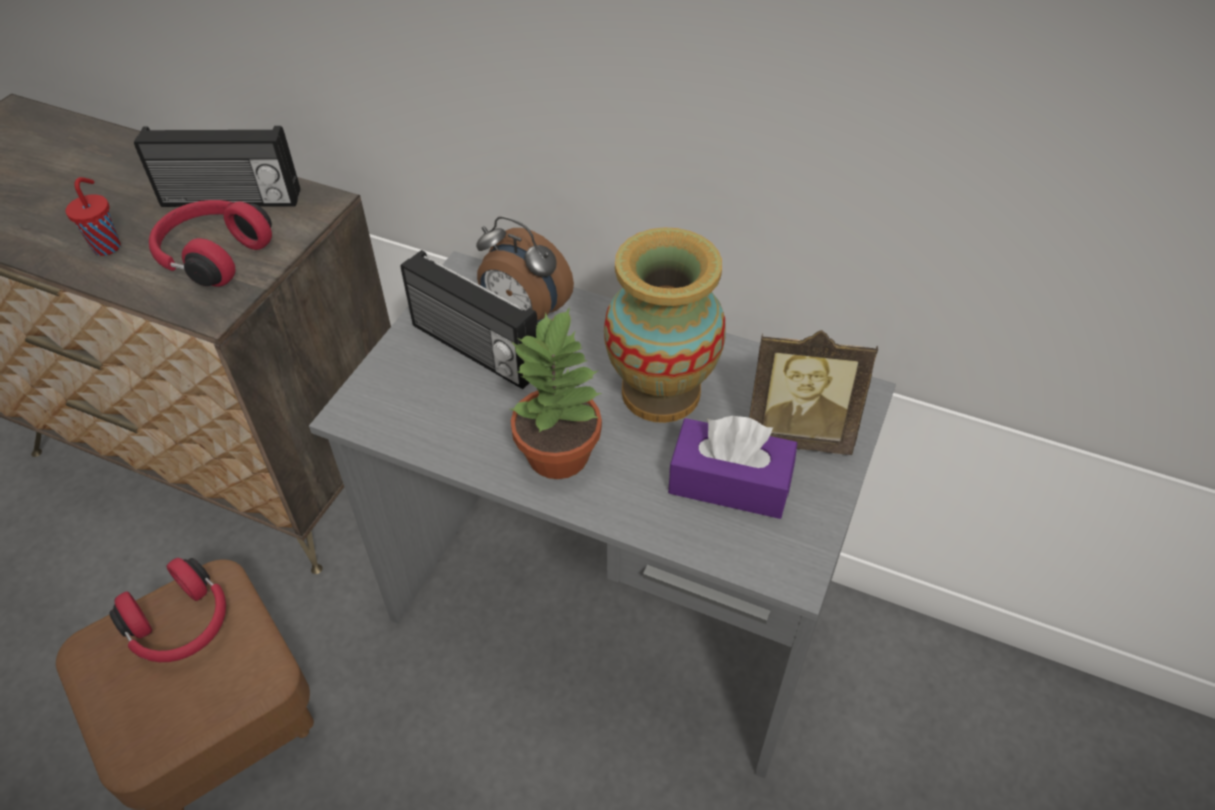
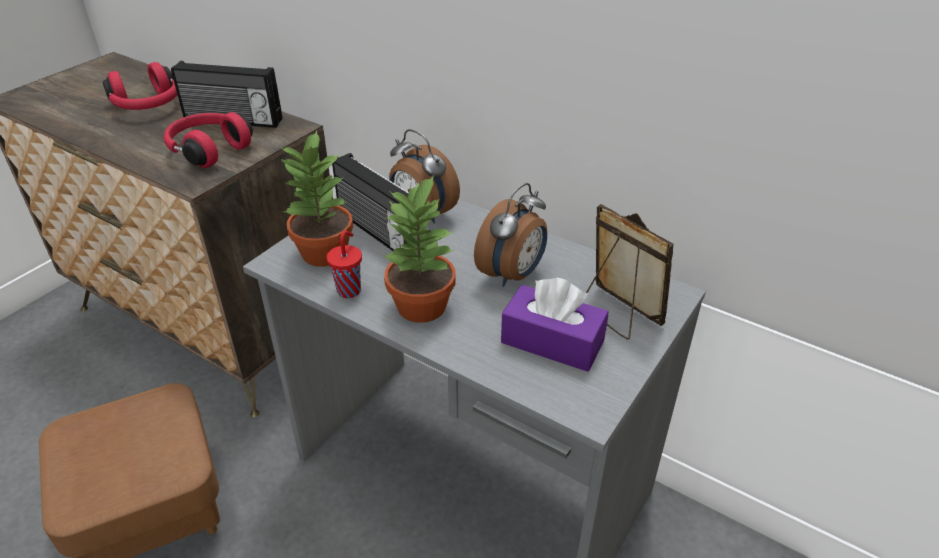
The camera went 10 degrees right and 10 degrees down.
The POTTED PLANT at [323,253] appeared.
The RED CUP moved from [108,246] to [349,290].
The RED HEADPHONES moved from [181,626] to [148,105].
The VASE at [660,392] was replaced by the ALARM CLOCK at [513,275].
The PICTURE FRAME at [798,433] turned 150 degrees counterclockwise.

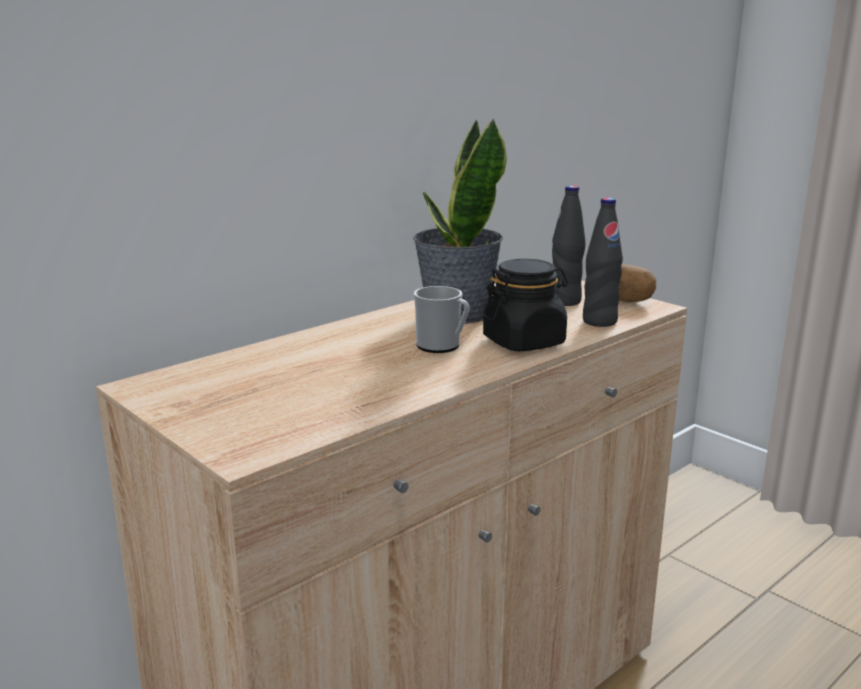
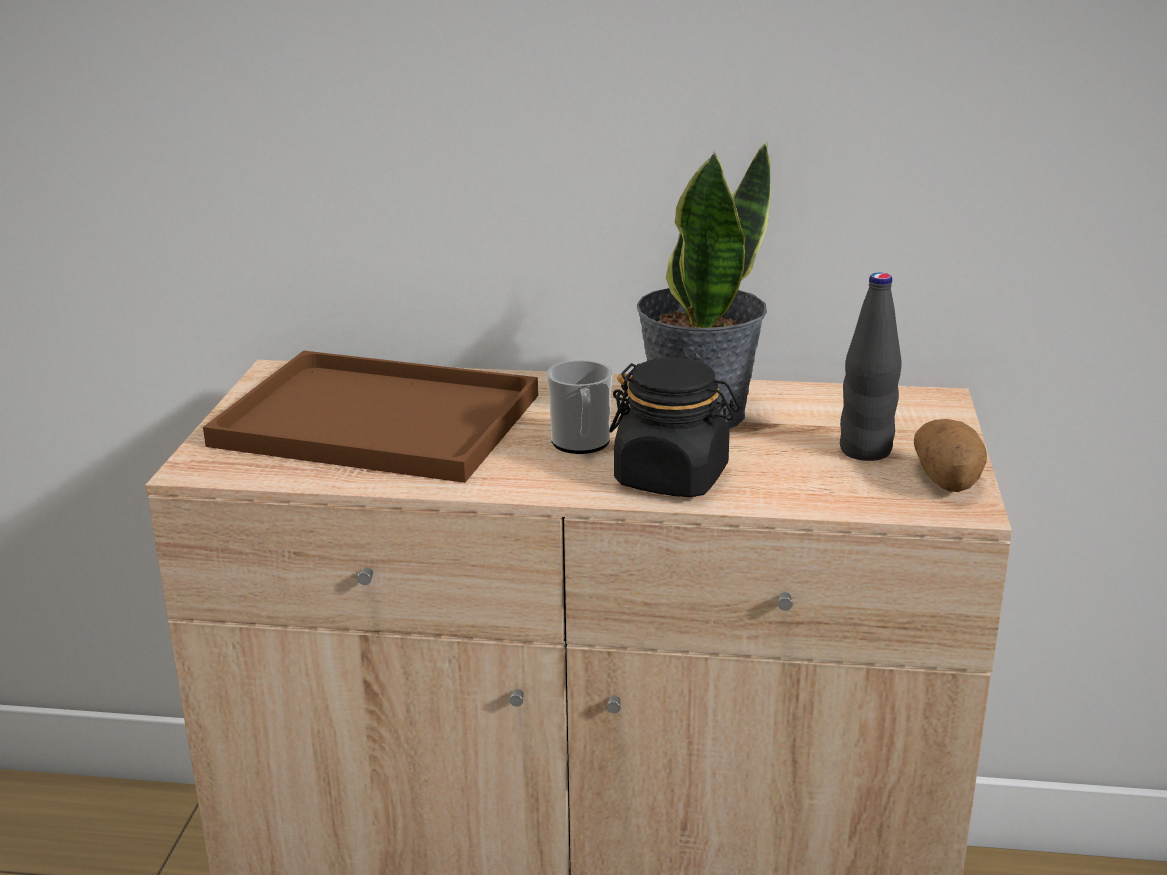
The camera went 50 degrees right and 5 degrees up.
The BLACK BOTTLE at [599,321] disappeared.
The BROWN TRAY at [384,419] appeared.

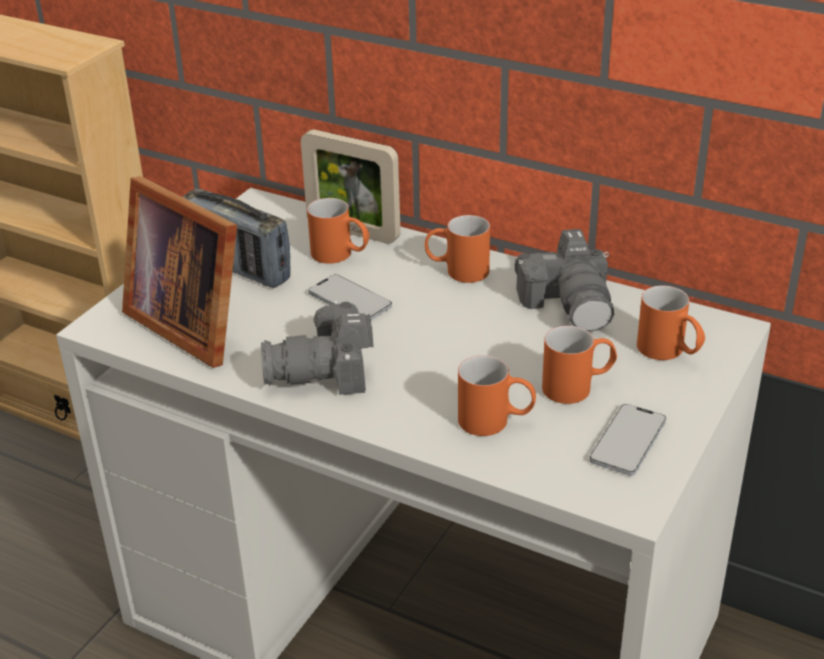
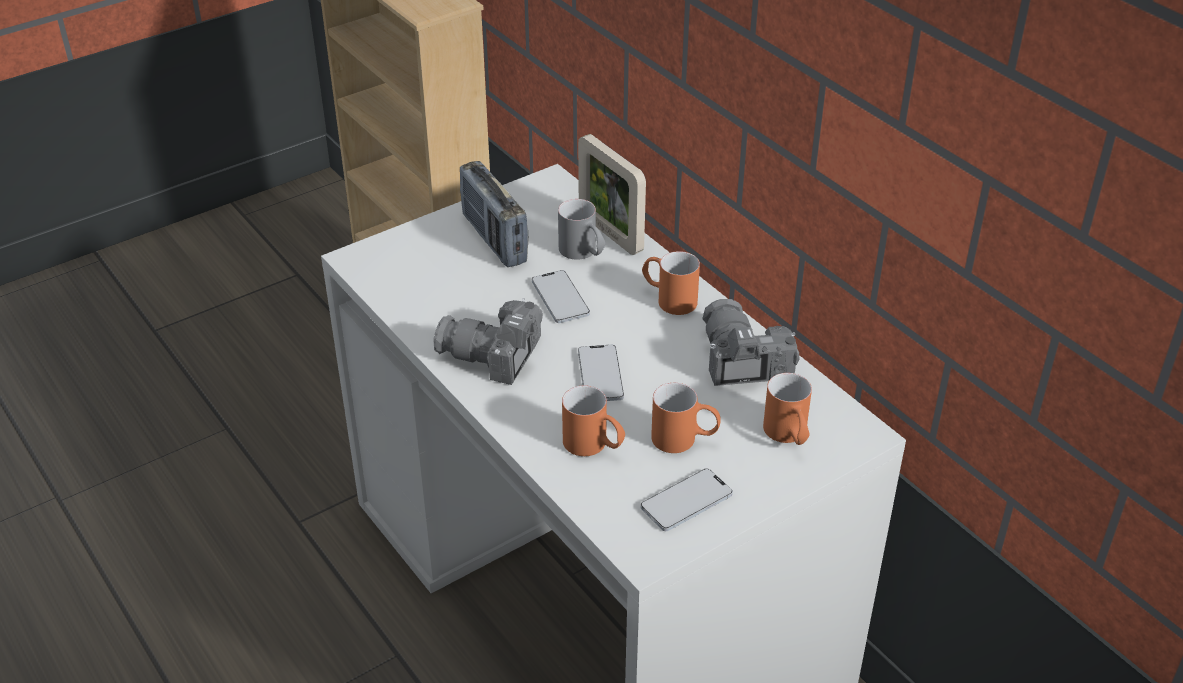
The camera went 25 degrees right and 5 degrees up.
The PICTURE FRAME at [191,323] disappeared.
The PHONE at [600,375] appeared.
The ORANGE MUG at [340,255] became the GREY MUG at [583,253].
The PHOTO CAMERA at [570,304] turned 150 degrees clockwise.

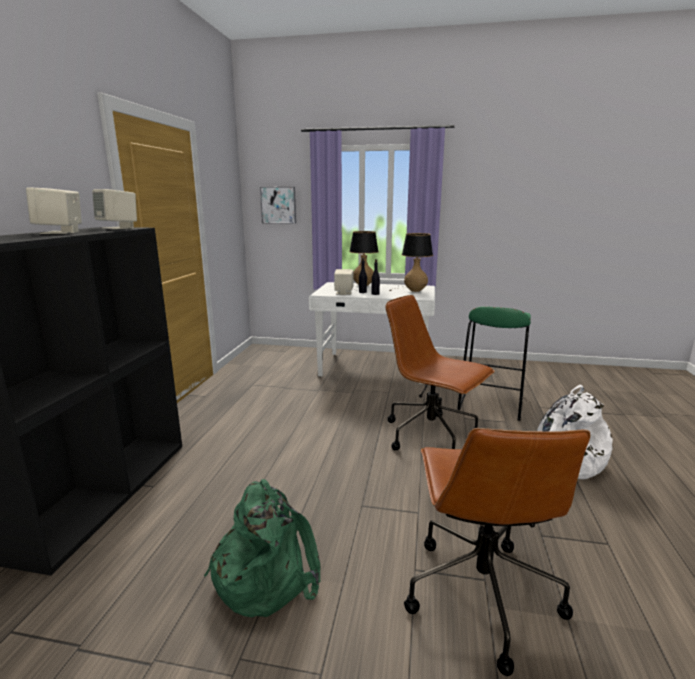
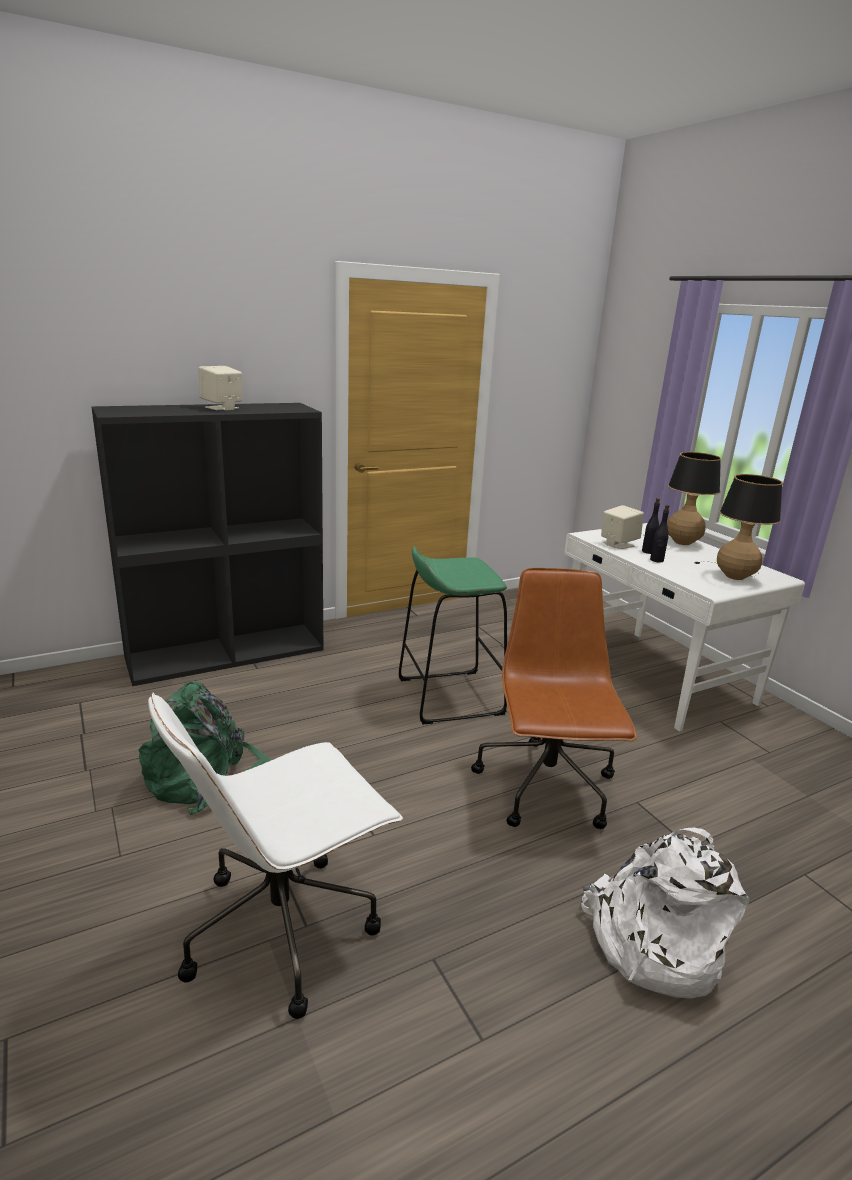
The camera went 50 degrees right and 5 degrees up.
The BEIGE SPEAKER at [118,228] disappeared.
The PICTURE at [278,205] disappeared.
The GREEN STOOL moved from [490,403] to [449,696].
The BROWN OFFICE CHAIR at [480,592] became the WHITE OFFICE CHAIR at [283,927].

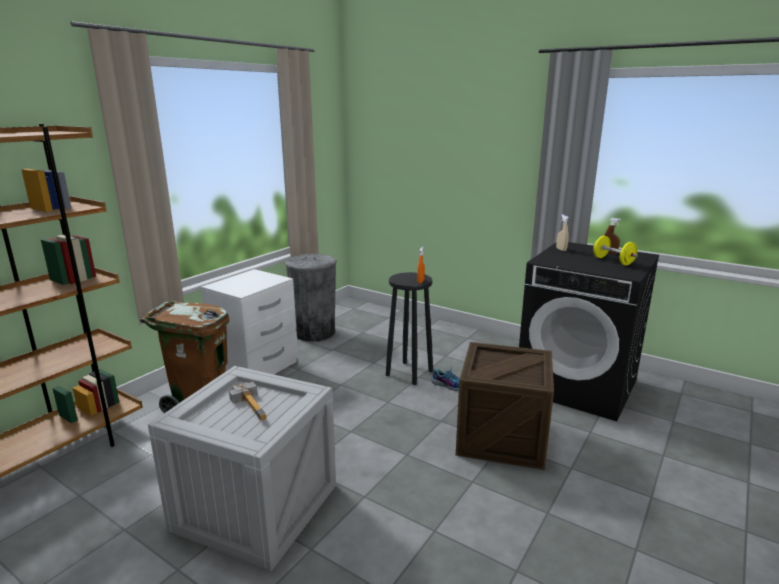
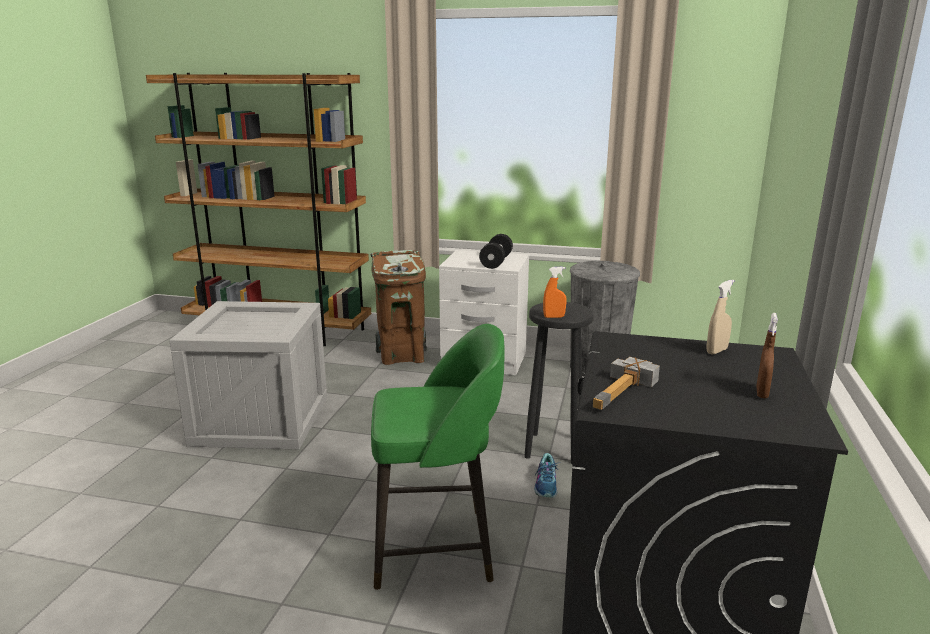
The camera went 70 degrees right and 0 degrees up.
The YELLOW DUMBBELL at [613,261] disappeared.
The BLACK DUMBBELL at [496,262] appeared.
The HAMMER moved from [254,405] to [626,393].
The CRATE at [501,437] was replaced by the GREEN STOOL at [436,547].

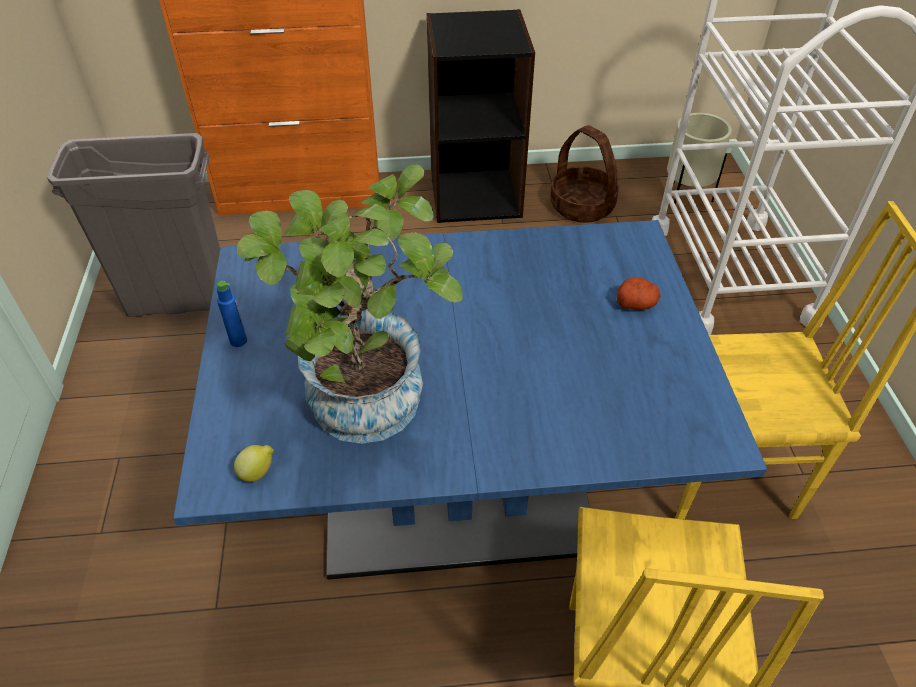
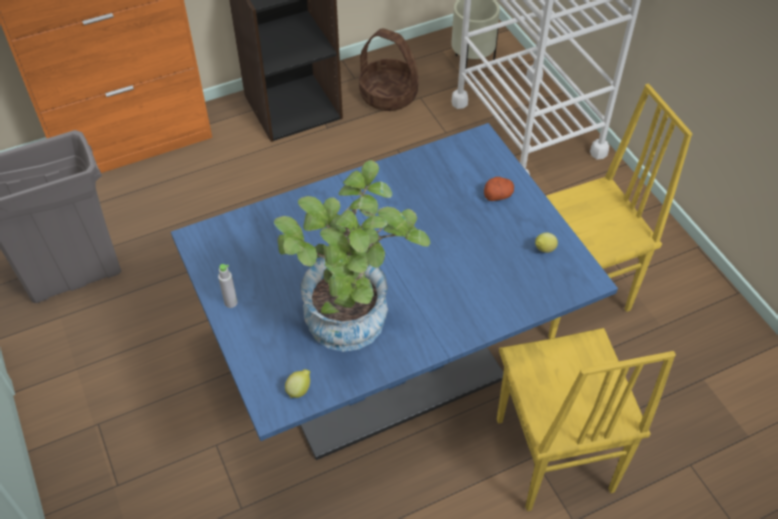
The camera went 20 degrees left and 5 degrees up.
The LEMON at [543,250] appeared.
The BLUE BOTTLE at [238,341] became the GREY BOTTLE at [231,302].

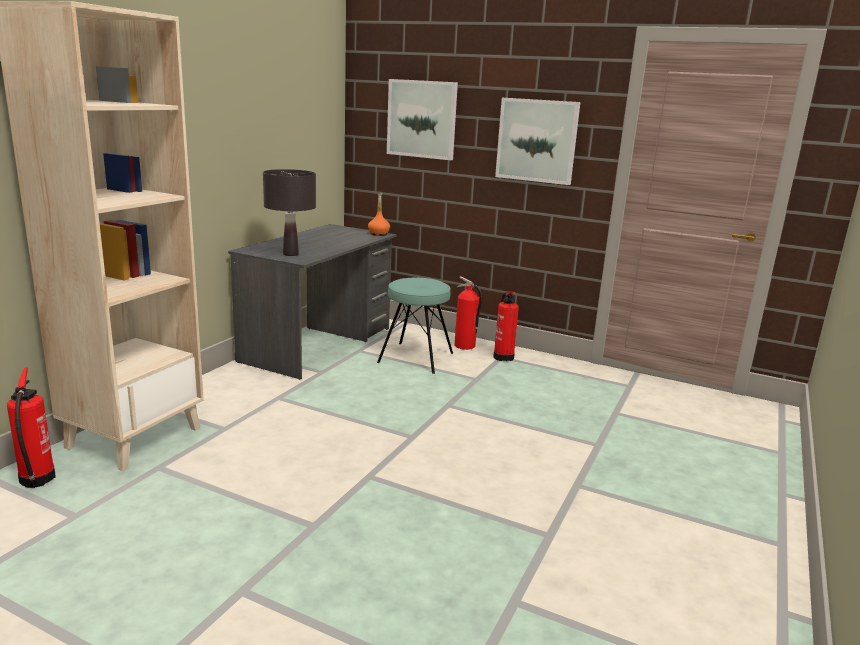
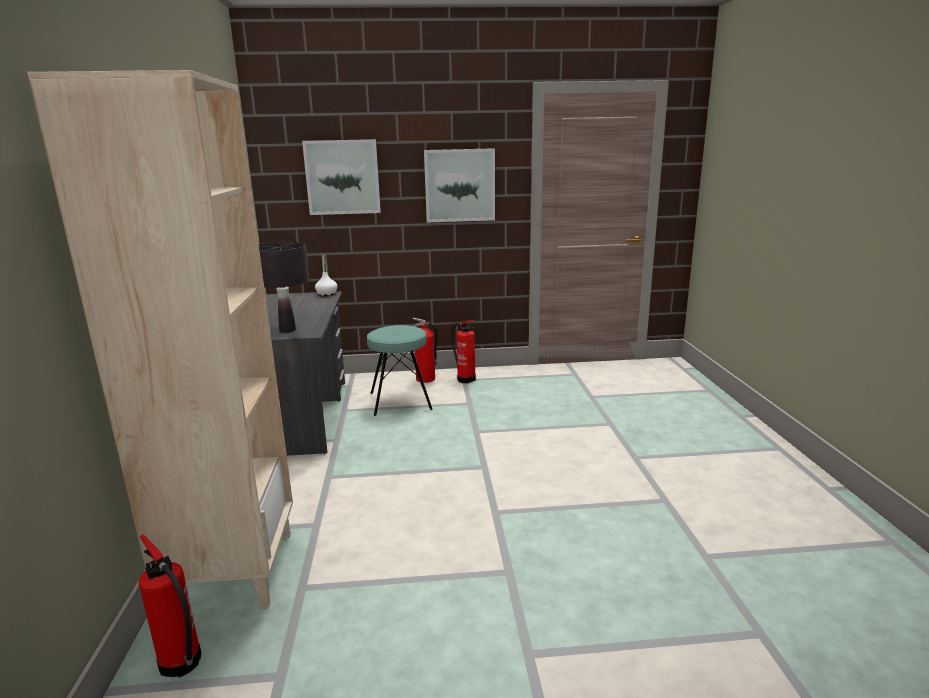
The camera went 30 degrees left and 0 degrees up.
The ORANGE BOTTLE at [378,234] became the WHITE BOTTLE at [327,294].

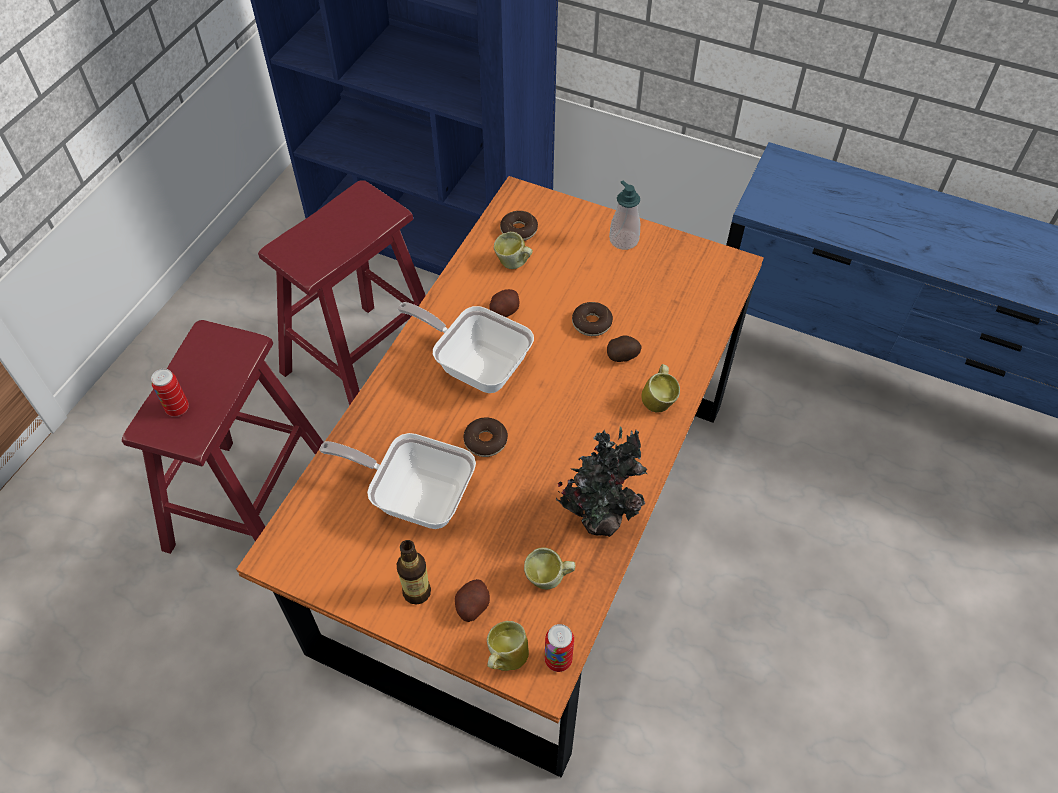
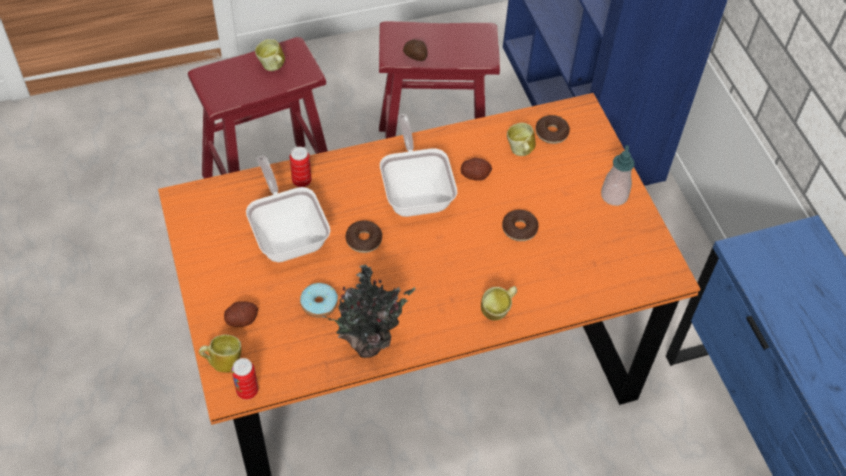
The camera went 45 degrees right and 0 degrees up.
The BOTTLE at [417,592] disappeared.
The DONUT at [319,304] appeared.
The CAN moved from [177,408] to [301,181].
The MUG moved from [549,579] to [272,67].
The POTATO moved from [623,356] to [416,56].

